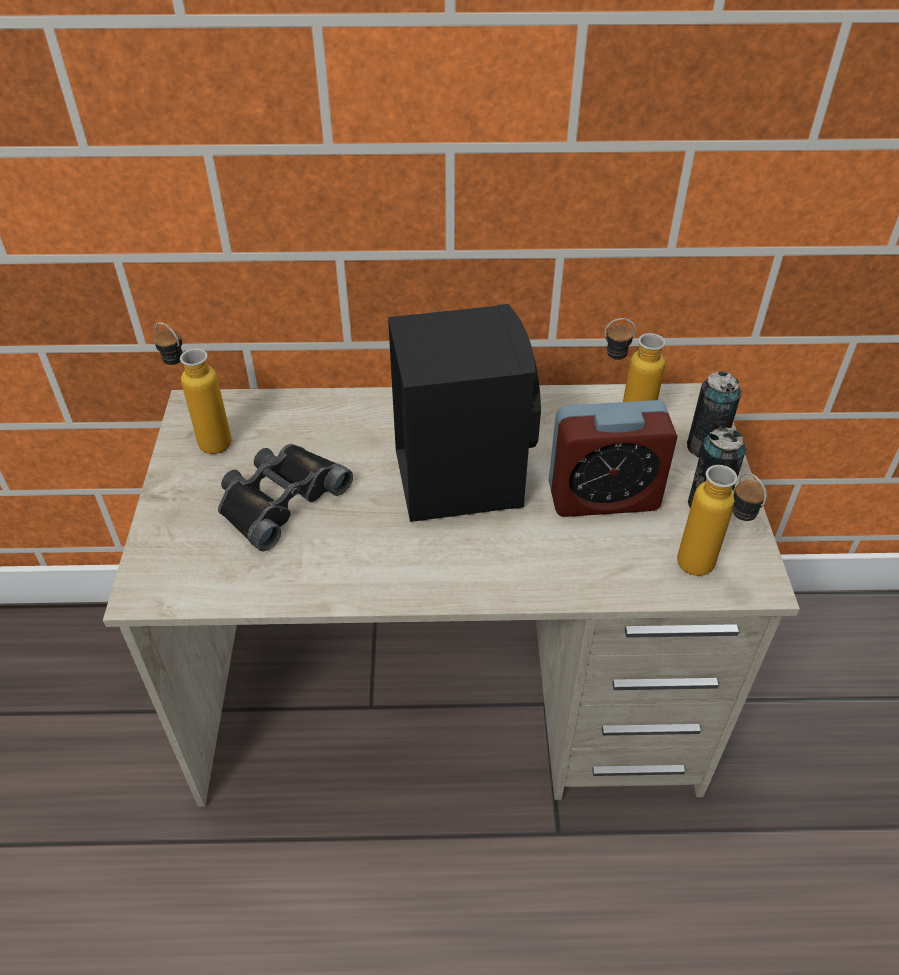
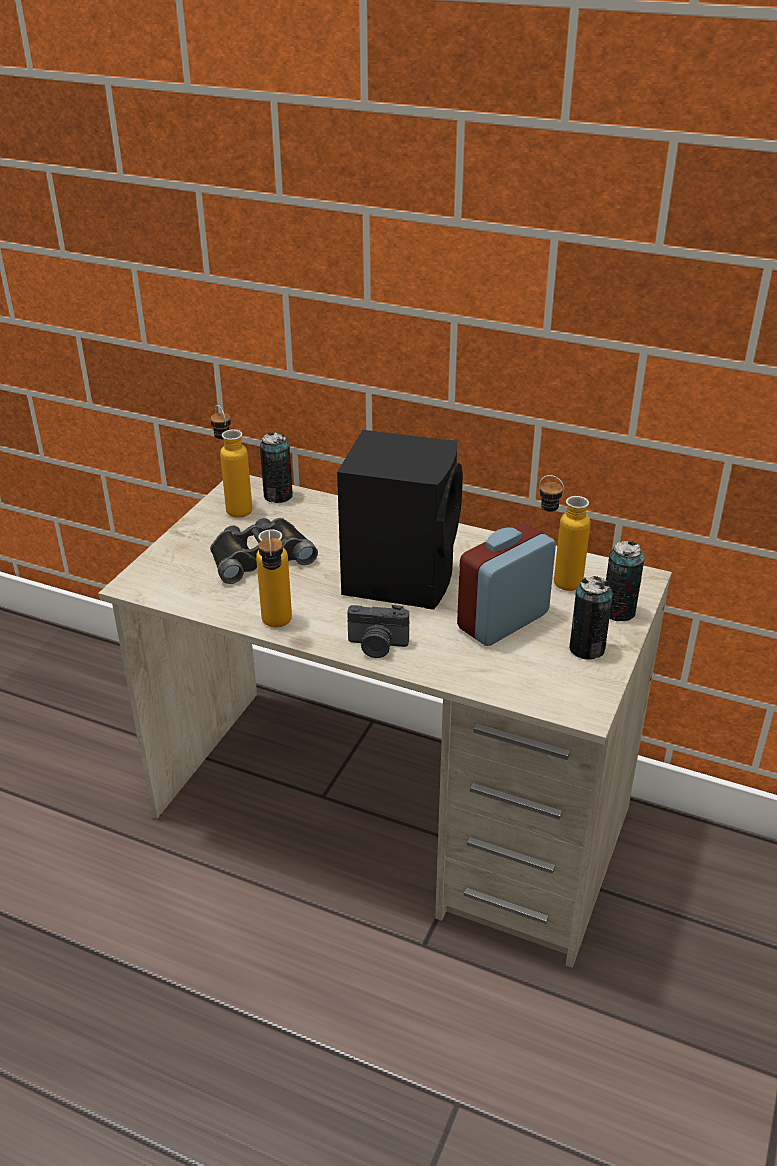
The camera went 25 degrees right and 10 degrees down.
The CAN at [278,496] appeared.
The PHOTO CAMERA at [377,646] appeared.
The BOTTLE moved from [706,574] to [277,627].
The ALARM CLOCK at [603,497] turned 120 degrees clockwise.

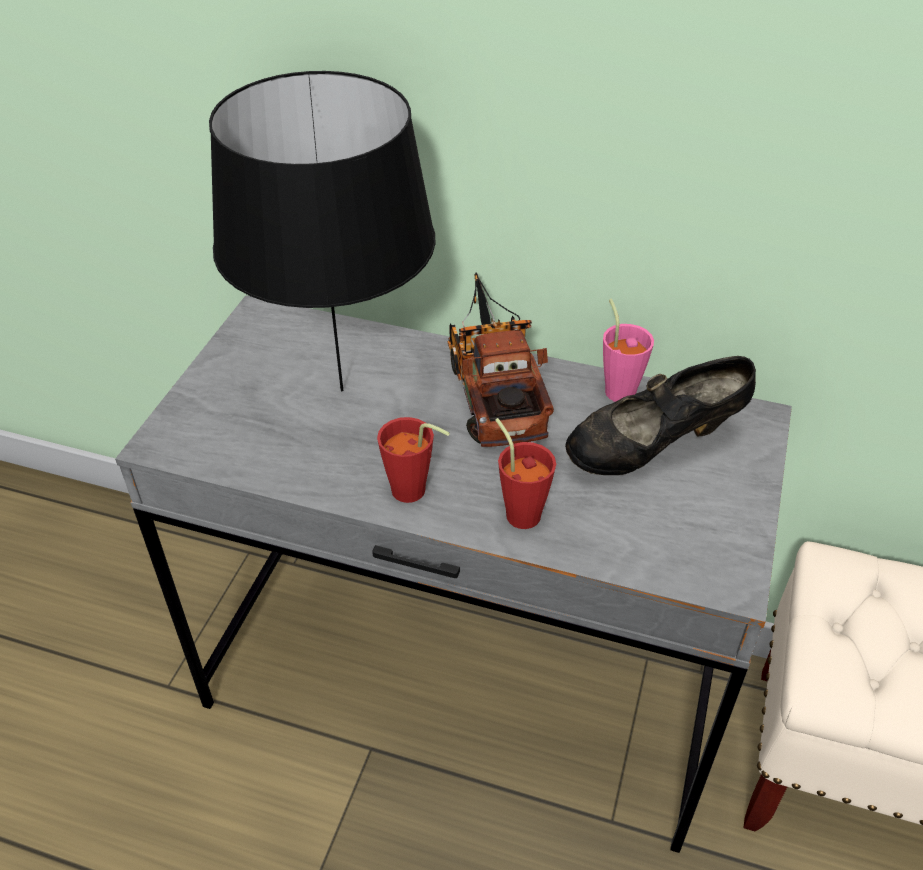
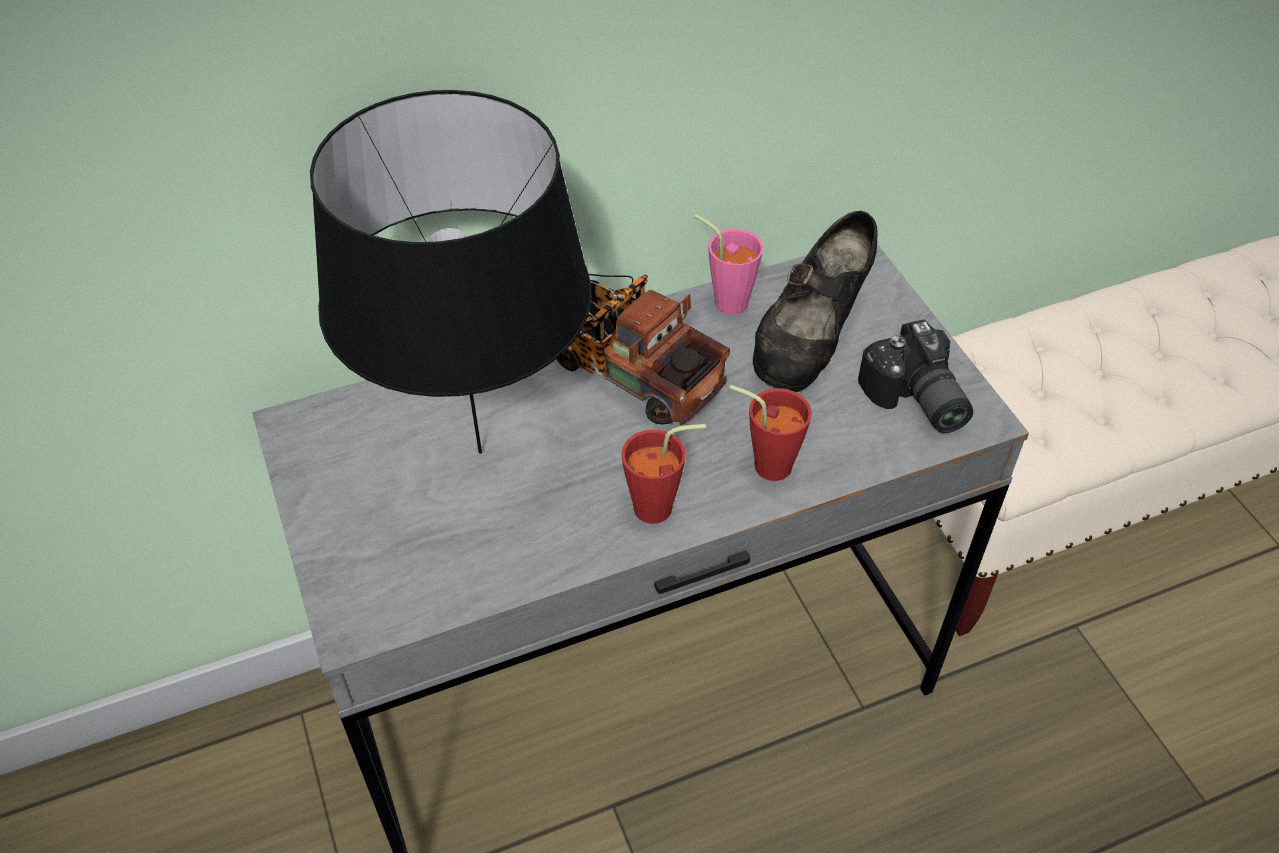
The camera went 40 degrees left and 5 degrees up.
The PHOTO CAMERA at [914,401] appeared.

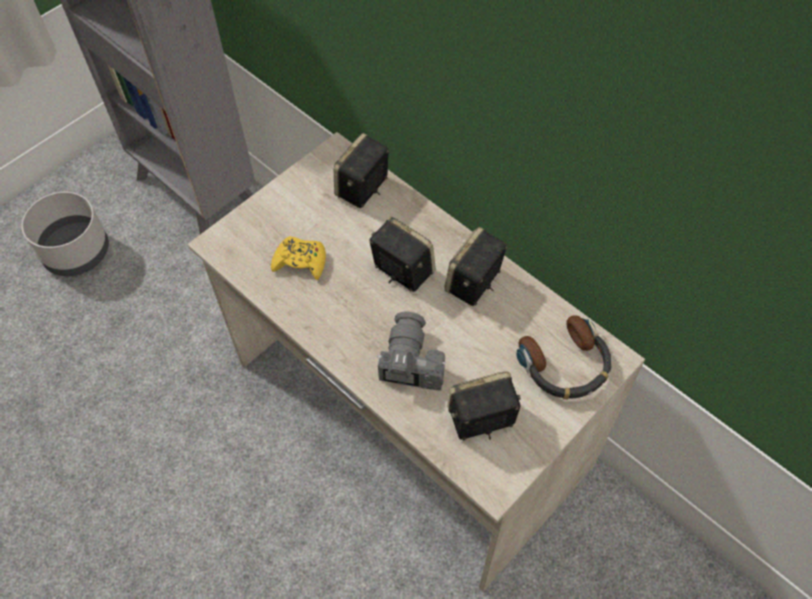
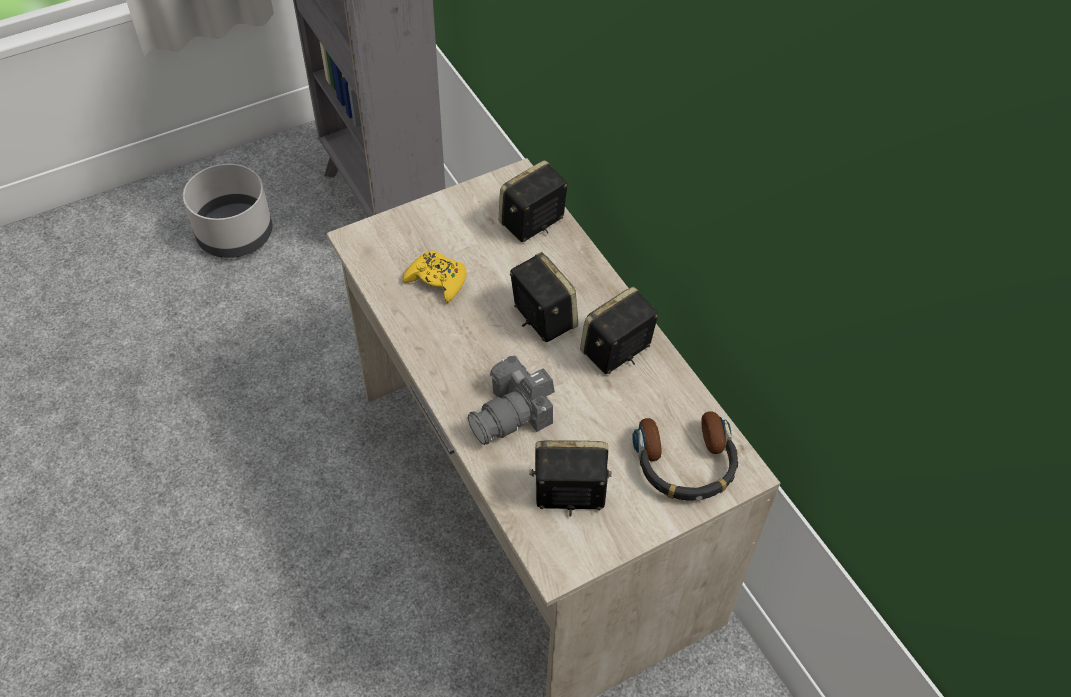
The camera went 15 degrees right and 5 degrees down.
The PHOTO CAMERA at [409,363] turned 150 degrees counterclockwise.

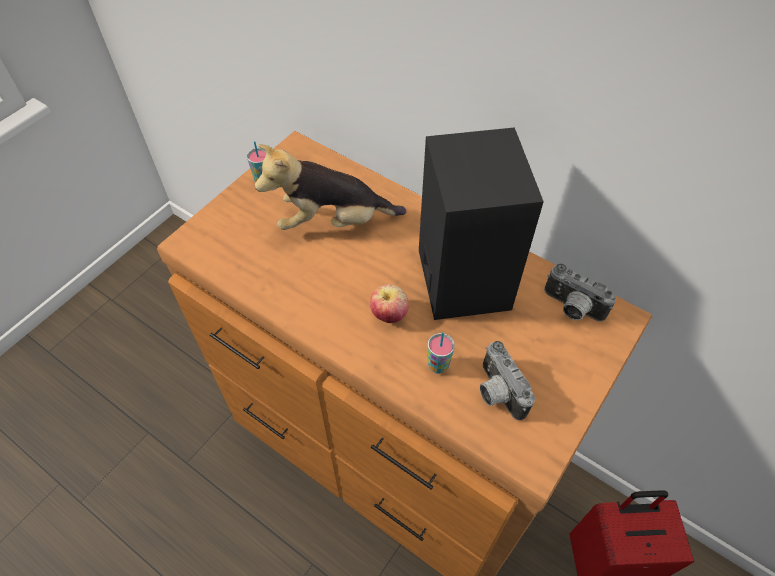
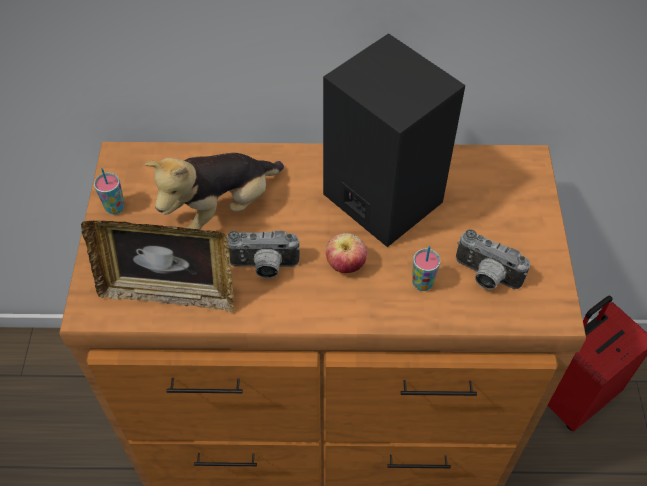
The camera went 35 degrees left and 0 degrees up.
The PICTURE FRAME at [169,292] appeared.
The PHOTO CAMERA moved from [571,308] to [263,267].

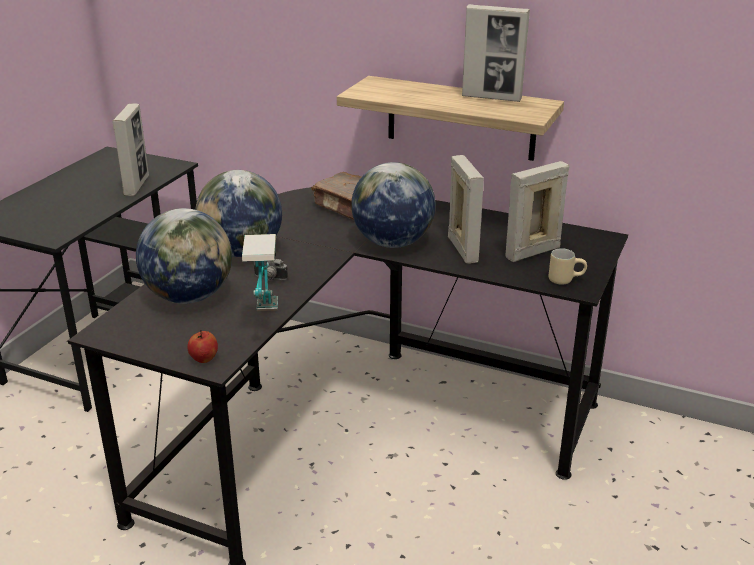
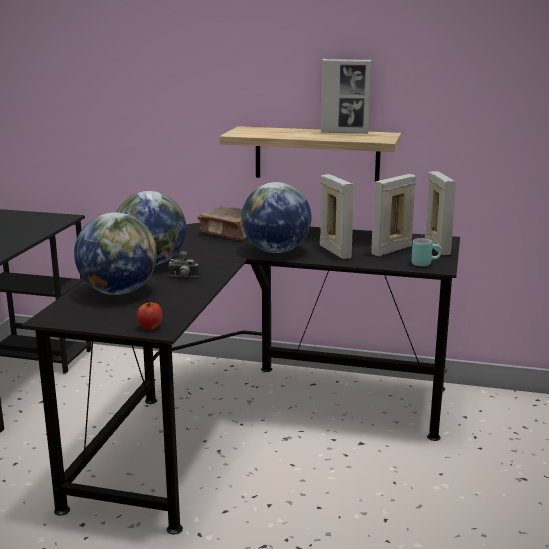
The camera went 10 degrees left and 10 degrees down.
The TABLE LAMP at [266,324] disappeared.
The PICTURE FRAME moved from [136,185] to [437,248].
The BEIGE MUG at [565,279] became the TURQUOISE MUG at [425,263].

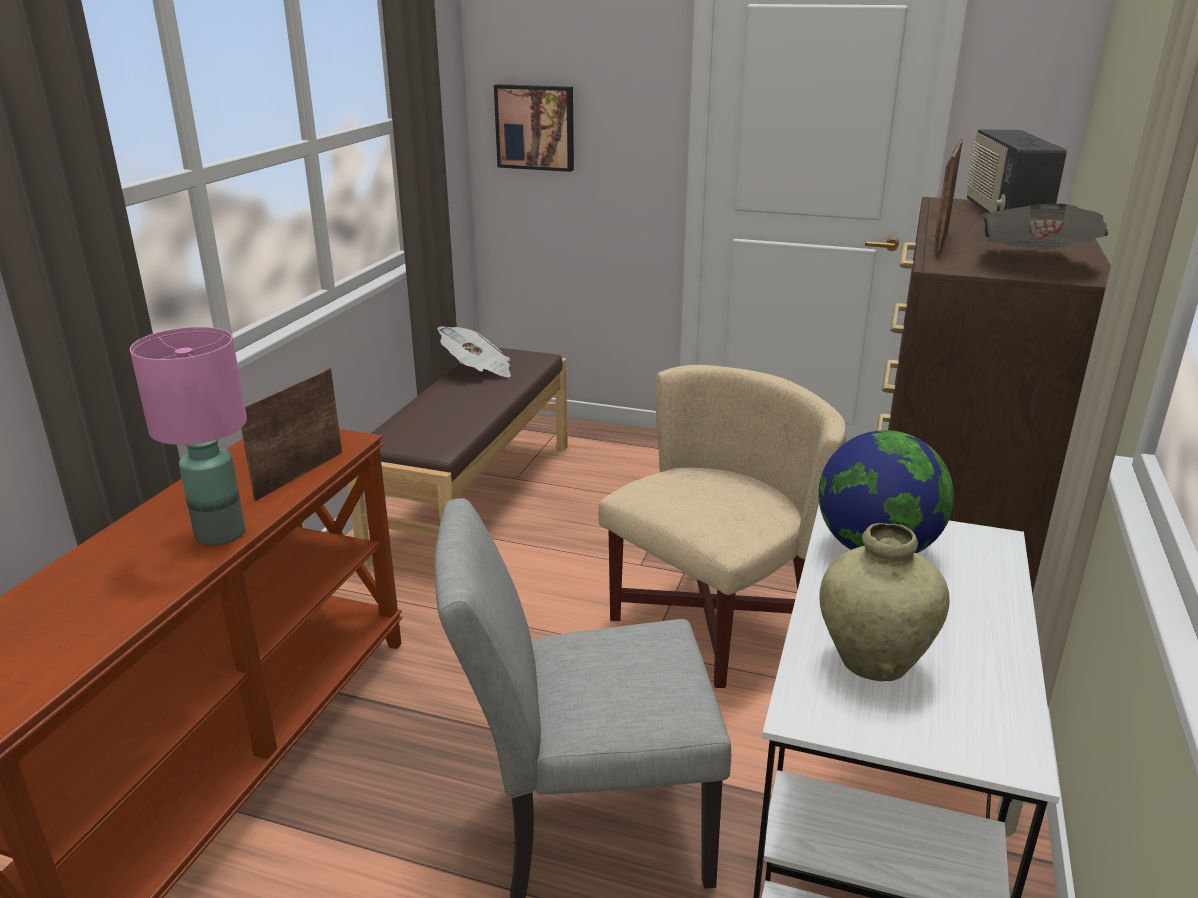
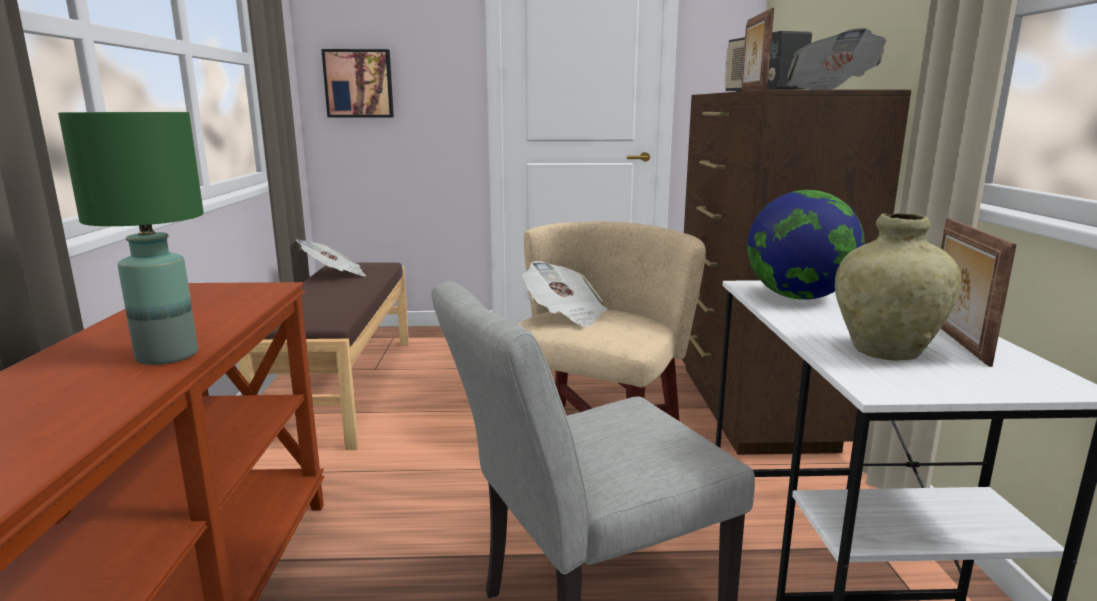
The camera went 20 degrees left and 10 degrees down.
The NEWSPAPER at [565,315] appeared.
The PICTURE FRAME moved from [298,474] to [954,340].
The PINK TABLE LAMP at [221,533] became the GREEN TABLE LAMP at [167,355].

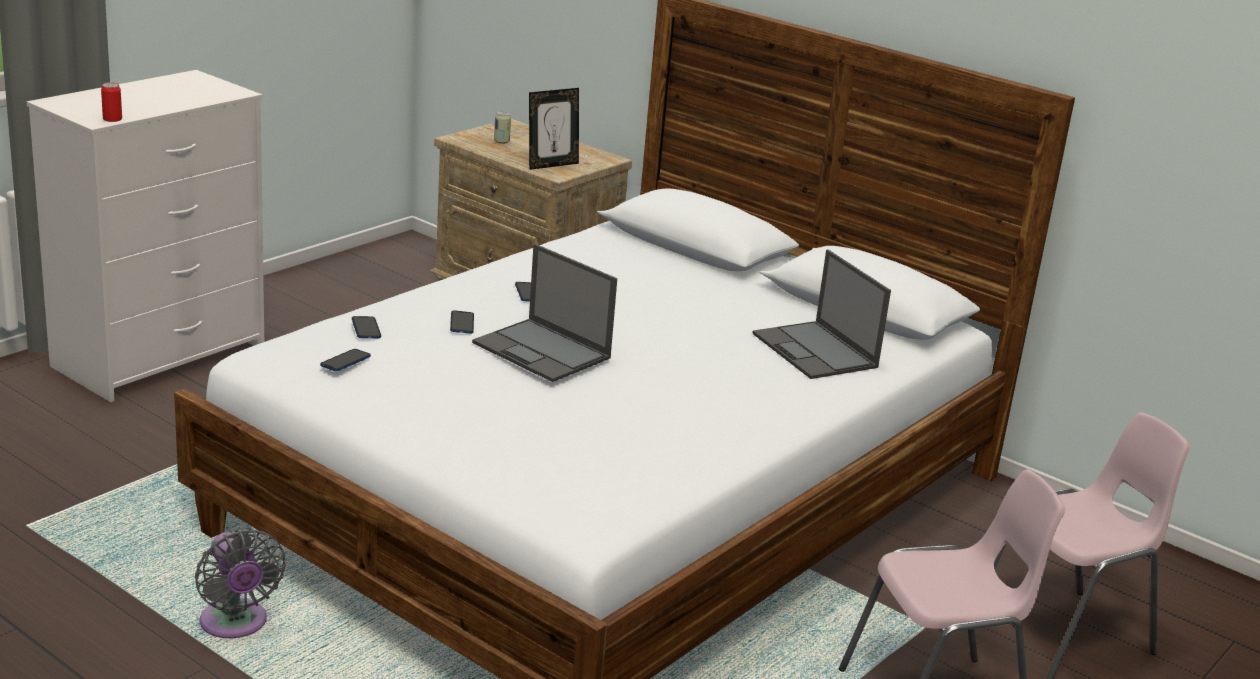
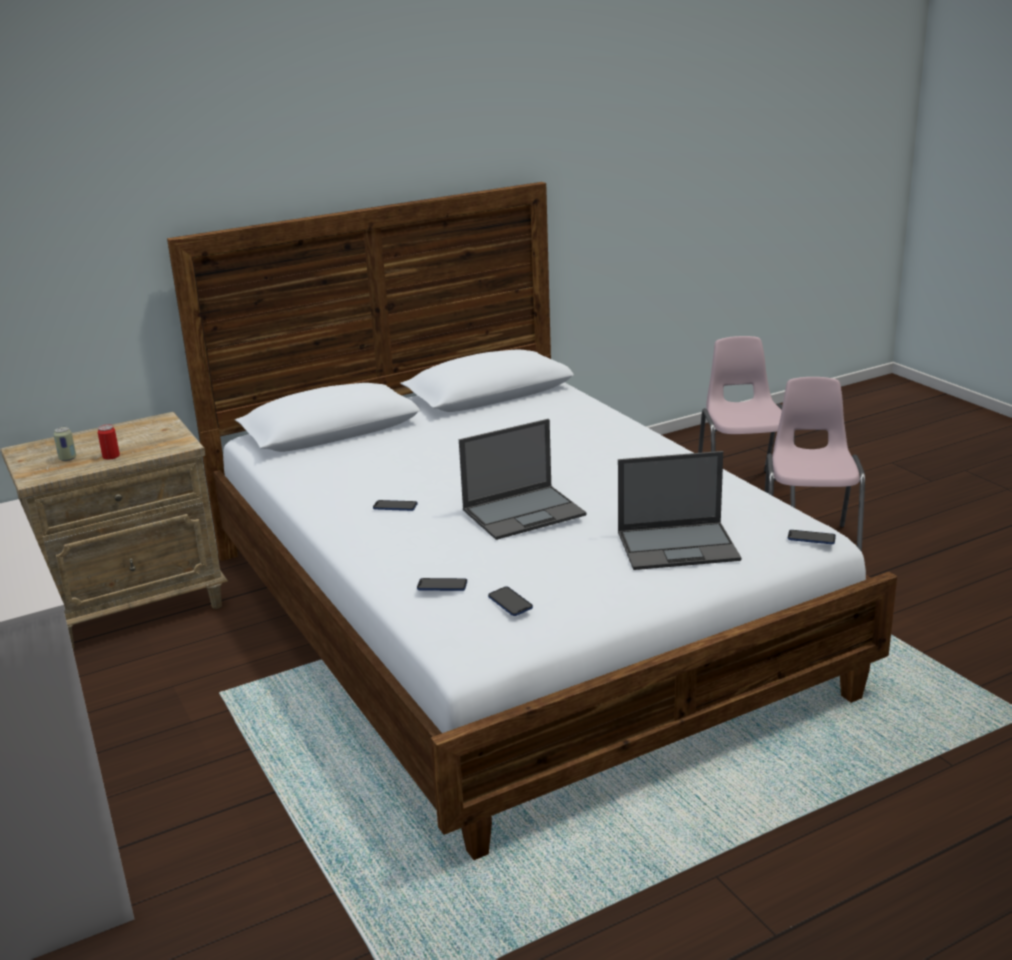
The camera went 65 degrees left and 0 degrees up.
The GREY FAN at [235,625] disappeared.
The PICTURE FRAME at [551,165] disappeared.
The CAN moved from [112,119] to [111,456].
The PHONE moved from [462,323] to [811,538].
The LAPTOP moved from [816,351] to [679,546].

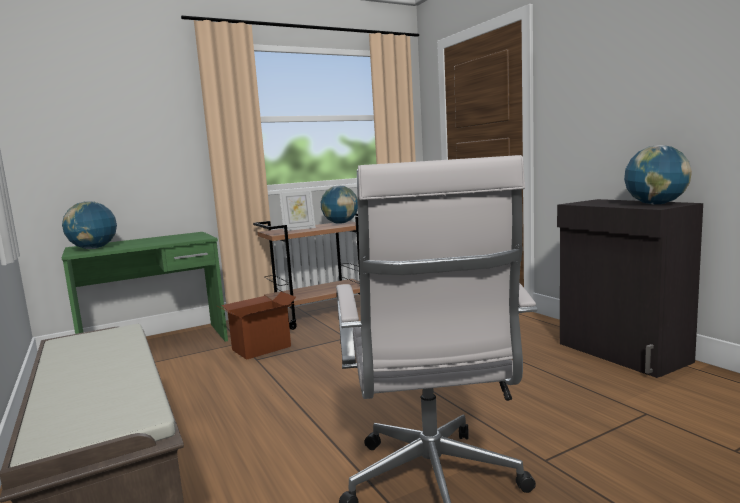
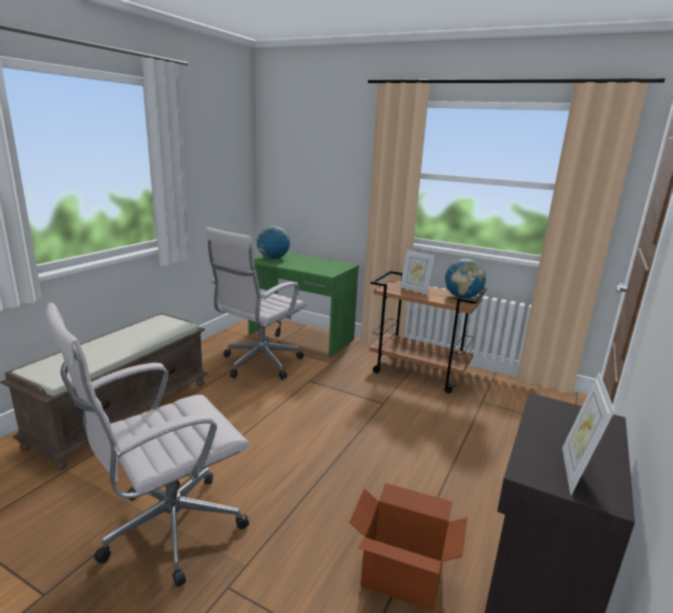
The camera went 55 degrees right and 10 degrees up.
The WHITE OFFICE CHAIR at [258,364] appeared.
The CARDBOARD BOX moved from [261,348] to [402,575].
The GLOBE at [655,204] was replaced by the PICTURE FRAME at [574,471].

